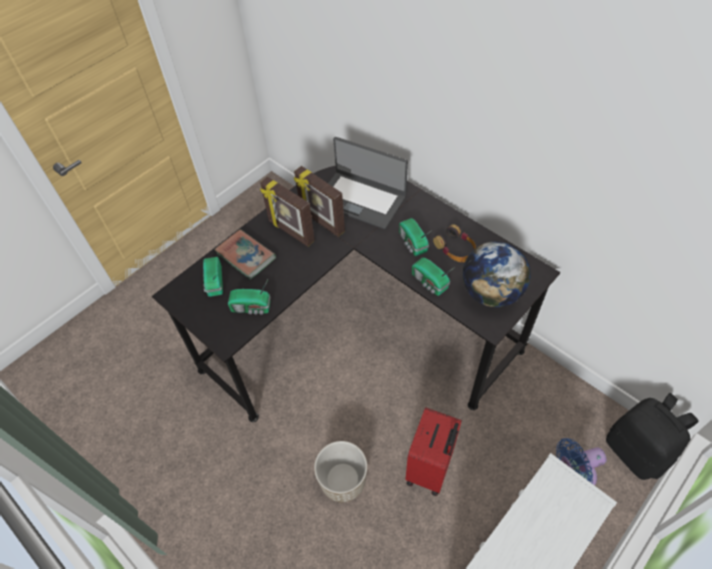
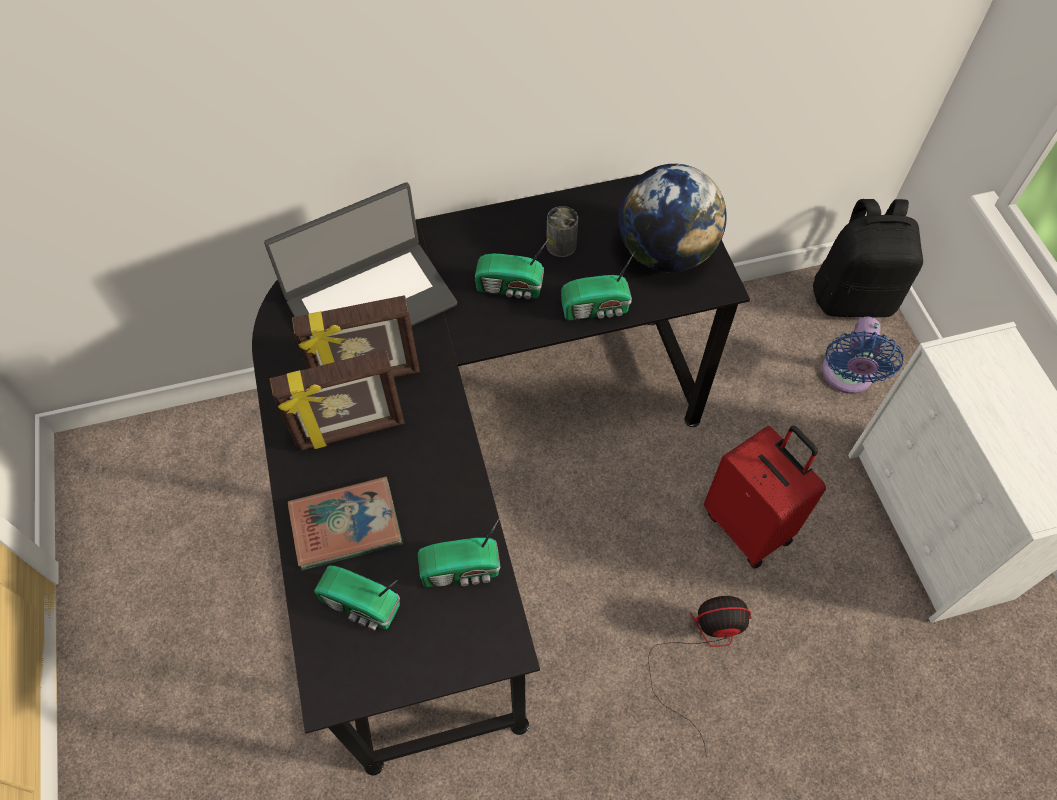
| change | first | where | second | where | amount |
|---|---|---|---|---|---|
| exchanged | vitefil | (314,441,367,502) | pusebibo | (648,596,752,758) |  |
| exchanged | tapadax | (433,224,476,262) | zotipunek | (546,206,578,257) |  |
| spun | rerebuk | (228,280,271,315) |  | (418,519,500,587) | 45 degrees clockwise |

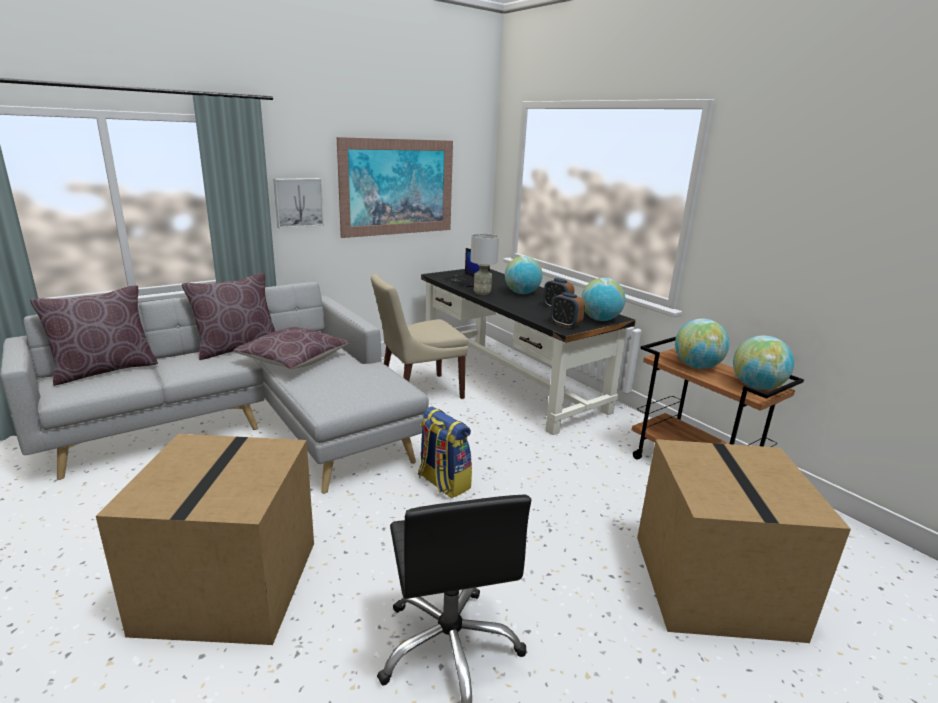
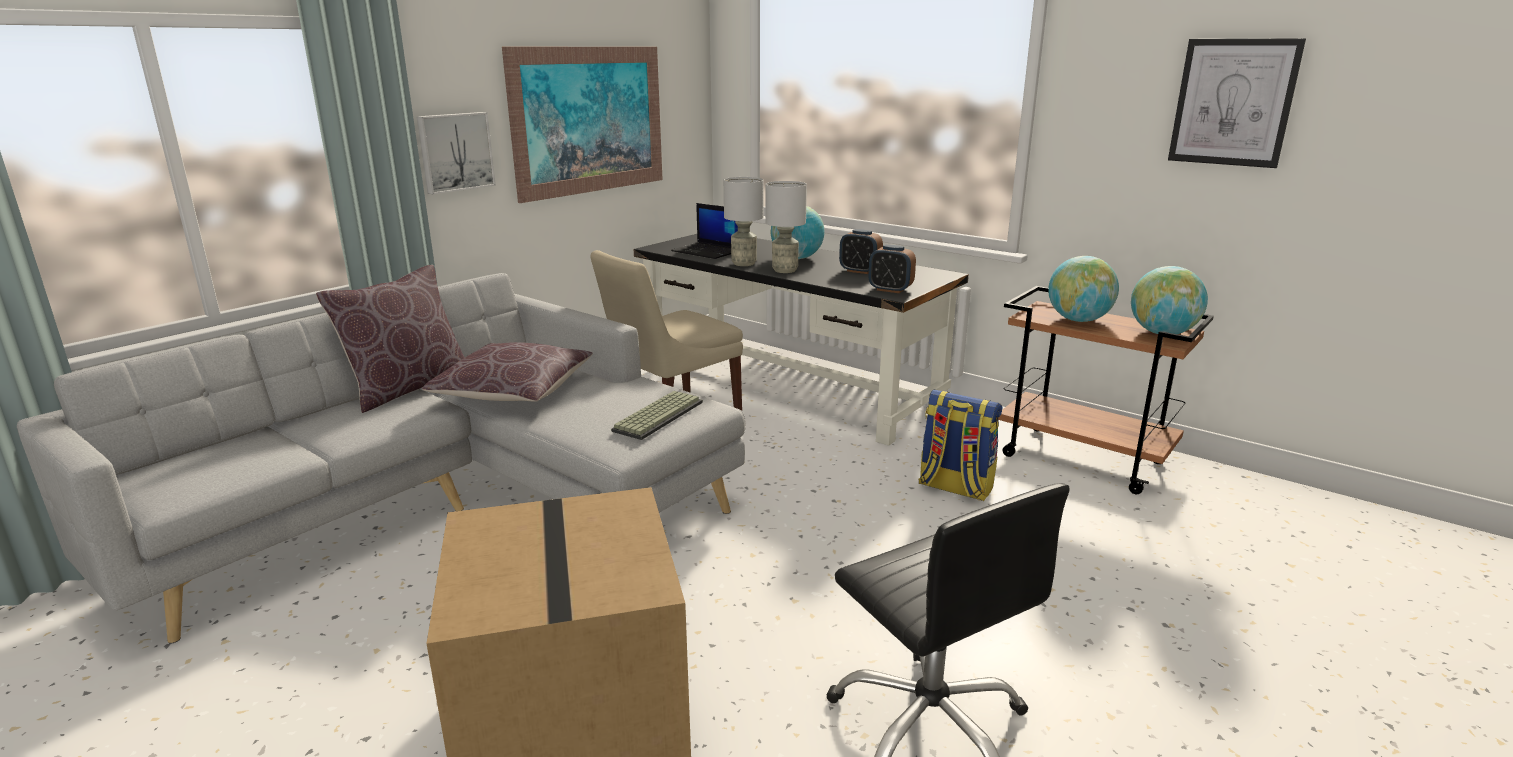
| change | first | where | second | where | amount |
|---|---|---|---|---|---|
| missing | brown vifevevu | (30,285,158,386) |  |  |  |
| missing | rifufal | (581,278,625,321) |  |  |  |
| missing | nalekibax | (637,439,851,643) |  |  |  |
| appeared |  |  | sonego | (611,391,703,440) |  |
| appeared |  |  | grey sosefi | (765,181,807,273) |  |
| appeared |  |  | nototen | (1168,38,1306,168) |  |
| relocated | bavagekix | (418,407,472,498) |  | (919,390,1002,501) |  |

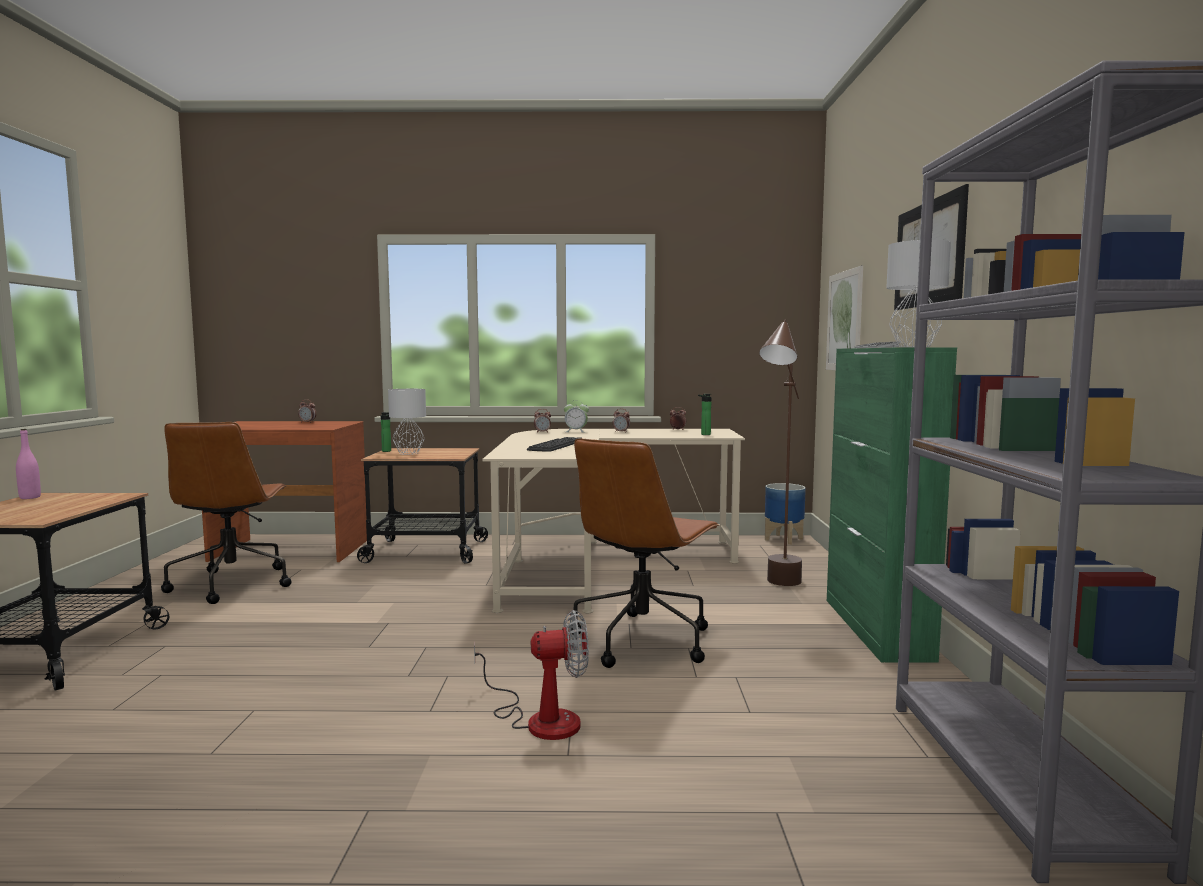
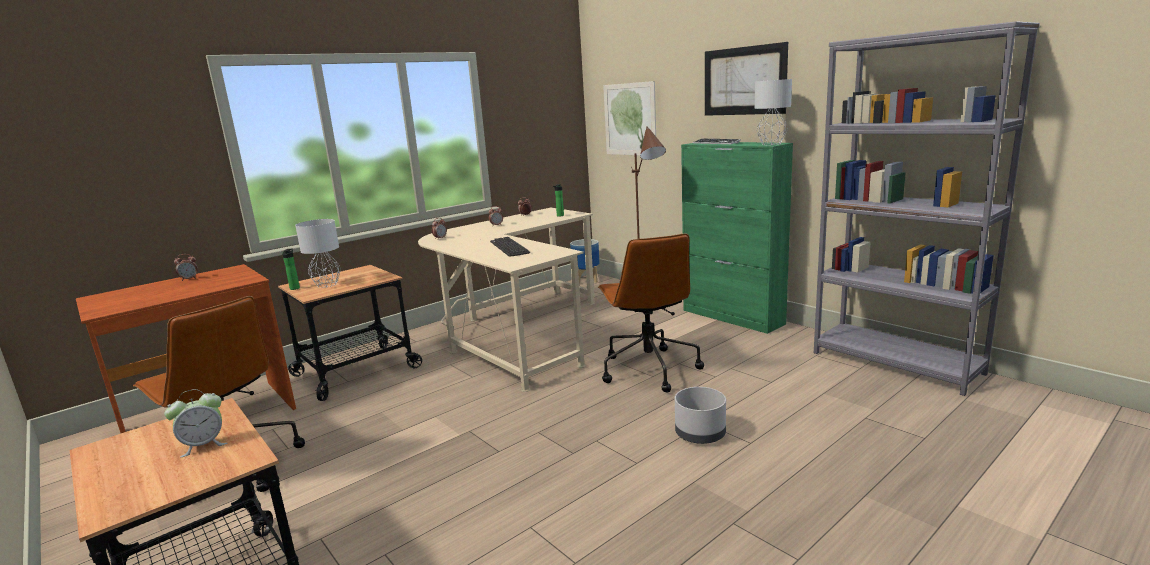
| change | first | where | second | where | amount |
|---|---|---|---|---|---|
| missing | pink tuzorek | (16,429,41,499) |  |  |  |
| relocated | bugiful | (564,400,589,432) |  | (164,389,227,457) |  |
| exchanged | pusebibo | (474,610,589,740) | grey vitefil | (675,387,726,444) |  |

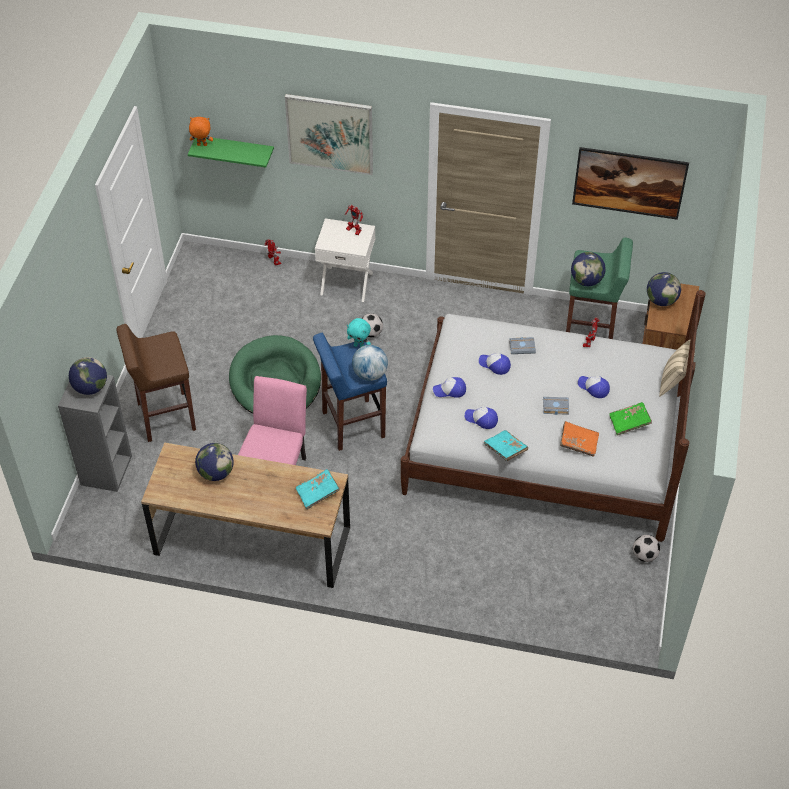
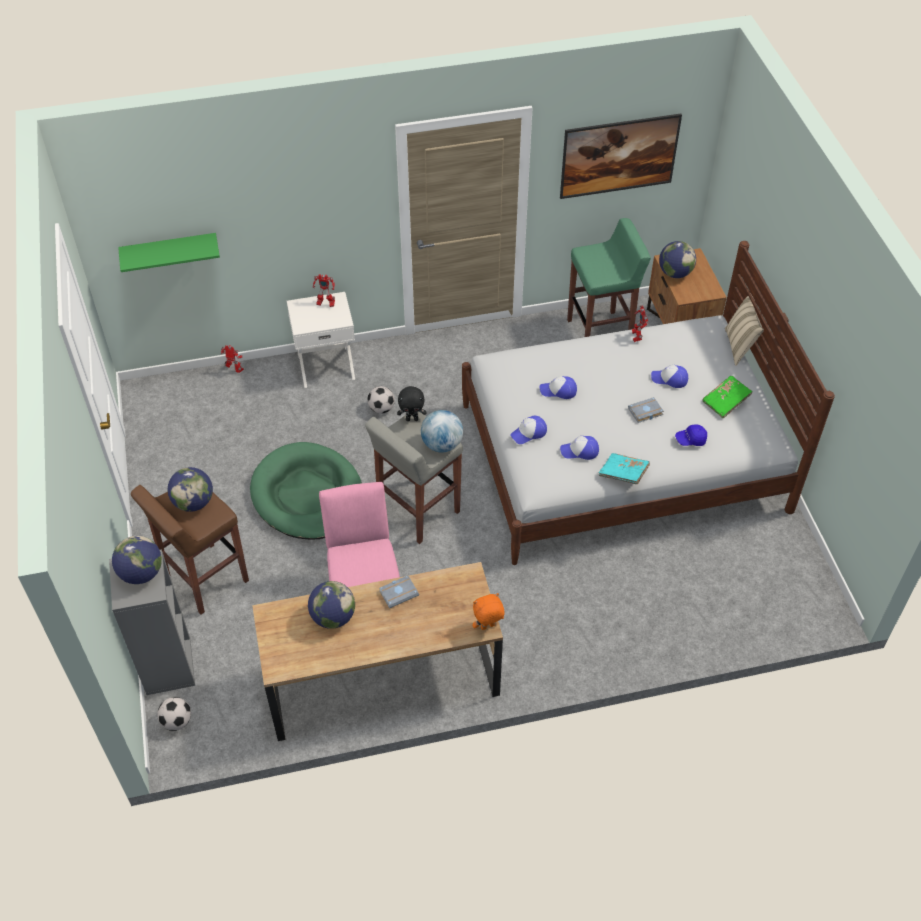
| change | first | where | second | where | amount |
|---|---|---|---|---|---|
| missing | nototen | (285,94,373,175) |  |  |  |
| missing | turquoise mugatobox | (296,469,340,509) |  |  |  |
| relocated | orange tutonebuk | (189,117,213,146) |  | (472,593,505,630) |  |
| relocated | grey mugatobox | (509,337,536,354) |  | (379,575,419,608) |  |
| relocated | rifufal | (571,252,606,286) |  | (168,467,213,512) |  |
| relocated | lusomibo | (633,535,660,562) |  | (157,697,191,731) |  |
| exchanged | orange mugatobox | (560,421,599,457) | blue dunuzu | (675,424,707,446) |  |
| colour | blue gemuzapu | (313,333,387,451) | grey gemuzapu | (365,412,463,544) |  |
| colour | turquoise tutonebuk | (347,318,371,347) | black tutonebuk | (397,386,426,421) |  |

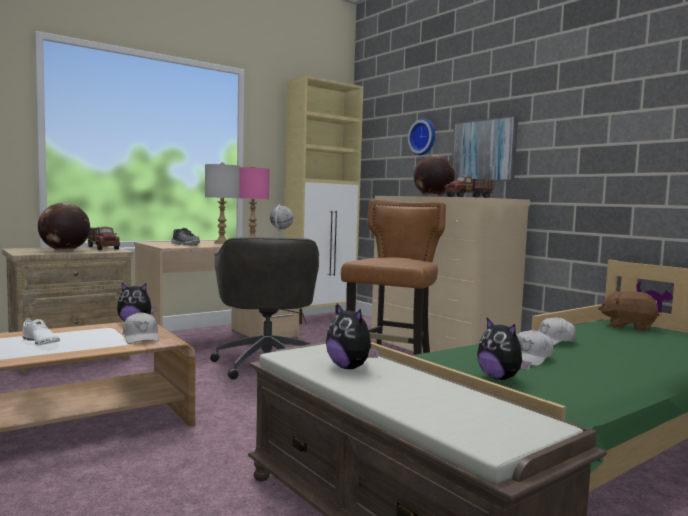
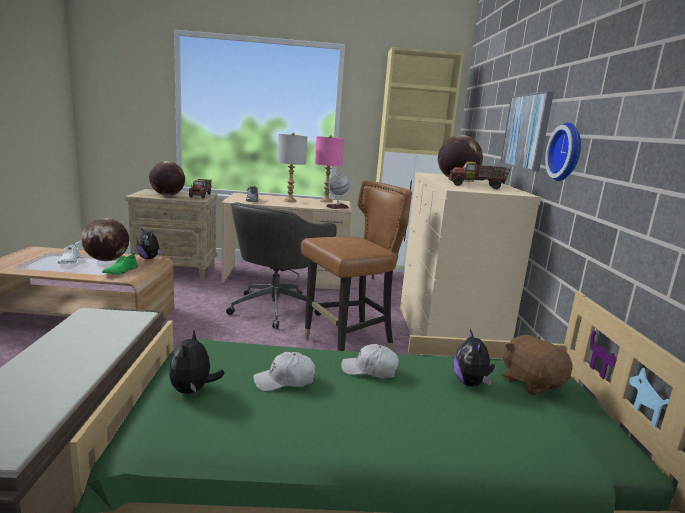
| change | first | where | second | where | amount |
|---|---|---|---|---|---|
| appeared |  |  | rifufal | (81,218,129,261) |  |
| relocated | tutonebuk | (326,304,379,369) |  | (453,329,495,386) |  |
| relocated | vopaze | (408,118,435,155) |  | (545,122,581,181) |  |
| exchanged | white dunuzu | (123,312,159,344) | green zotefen | (102,253,138,275) |  |

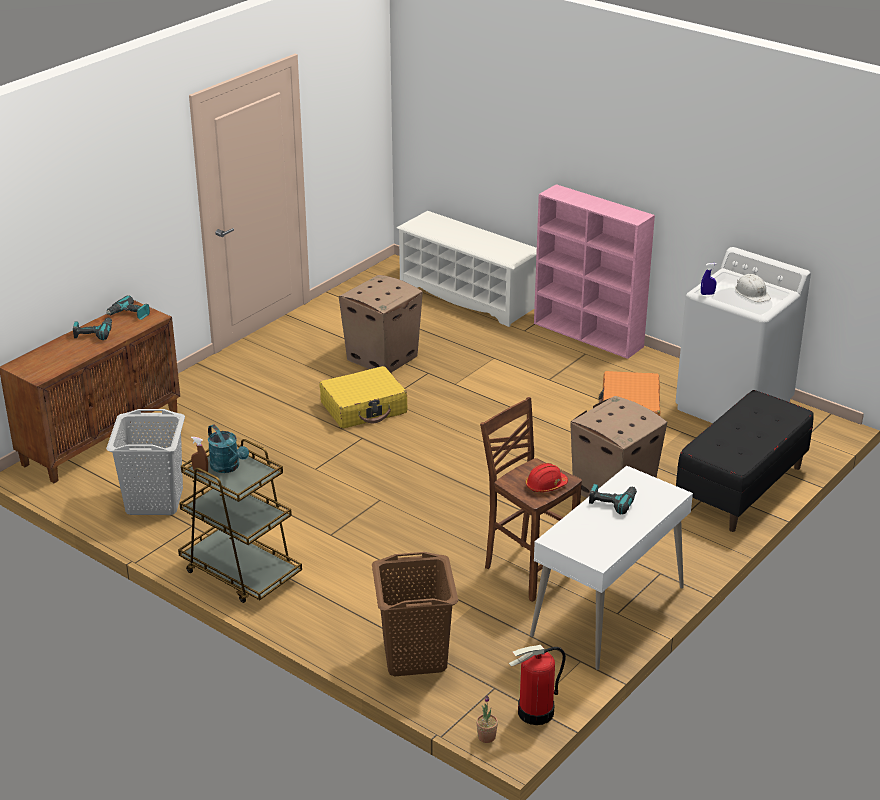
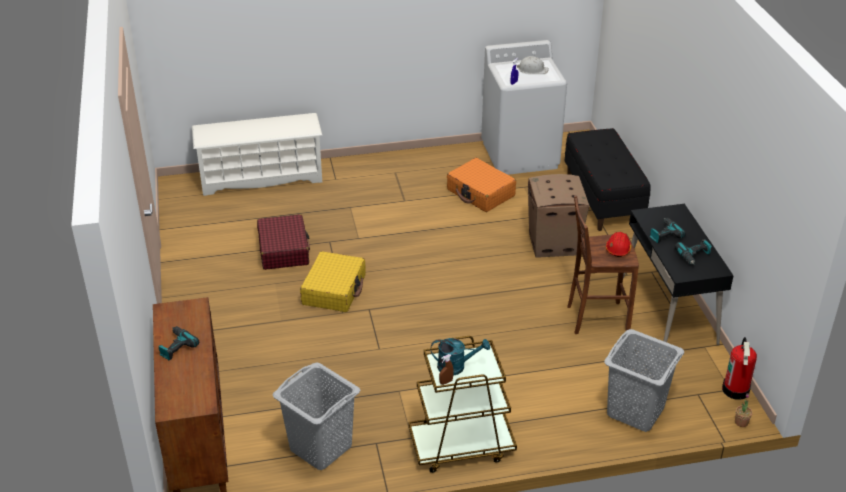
| change | first | where | second | where | amount |
|---|---|---|---|---|---|
| missing | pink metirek | (534,184,655,359) |  |  |  |
| relocated | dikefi | (106,296,150,320) |  | (675,239,712,264) |  |
| exchanged | nalekibax | (339,275,423,373) | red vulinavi | (257,214,310,270) |  |
| colour | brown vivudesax | (372,552,458,676) | grey vivudesax | (604,329,684,432) |  |
| colour | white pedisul | (530,466,693,670) | black pedisul | (623,204,734,345) |  |

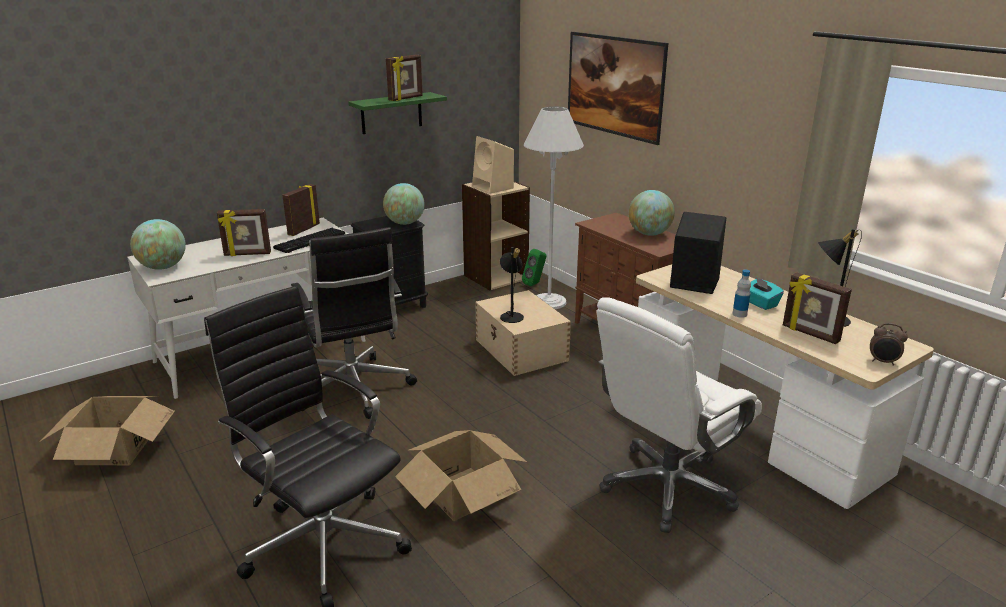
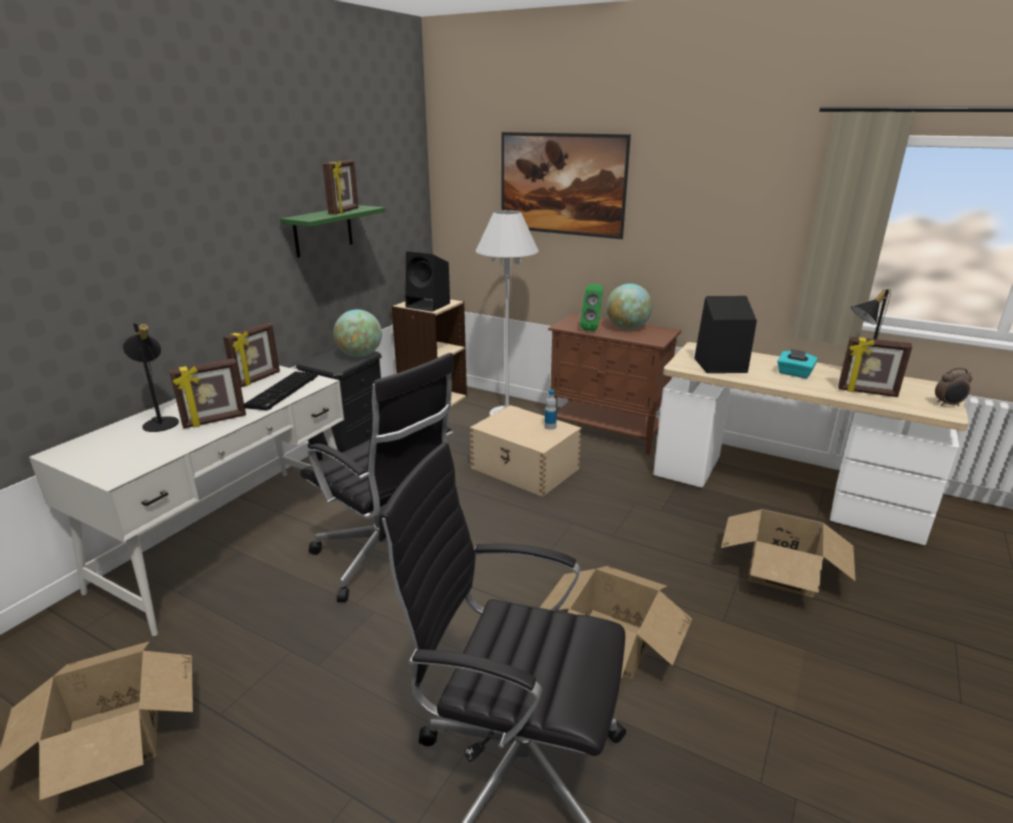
| change | first | where | second | where | amount |
|---|---|---|---|---|---|
| missing | rifufal | (130,219,186,270) |  |  |  |
| relocated | black sosefi | (500,247,524,323) |  | (123,323,179,432) |  |
| relocated | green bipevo | (522,249,546,286) |  | (580,284,603,331) |  |
| relocated | tuzorek | (732,270,751,318) |  | (544,389,557,430) |  |
| exchanged | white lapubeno | (597,297,762,533) | nalekibax | (721,509,856,598) |  |
| colour | beige bipevo | (472,136,514,194) | black bipevo | (405,251,450,312) |  |
| spun | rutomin | (282,184,320,236) |  | (223,323,280,387) | 150 degrees counterclockwise |

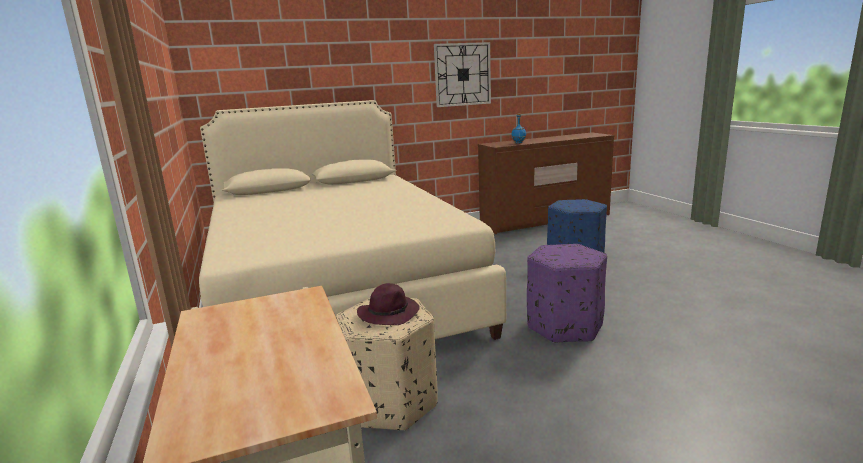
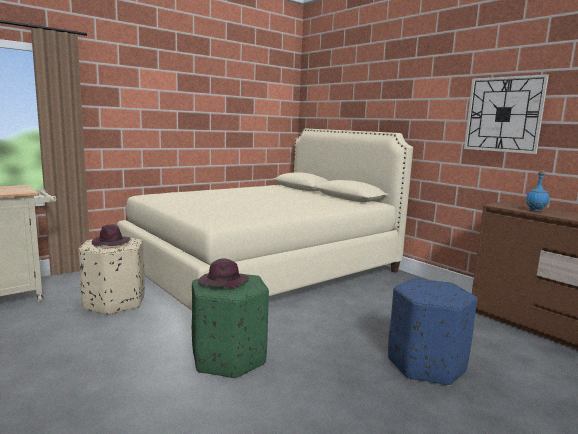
| change | first | where | second | where | amount |
|---|---|---|---|---|---|
| appeared |  |  | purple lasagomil | (198,258,249,289) |  |
| colour | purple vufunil | (527,244,607,343) | green vufunil | (192,274,269,379) |  |

